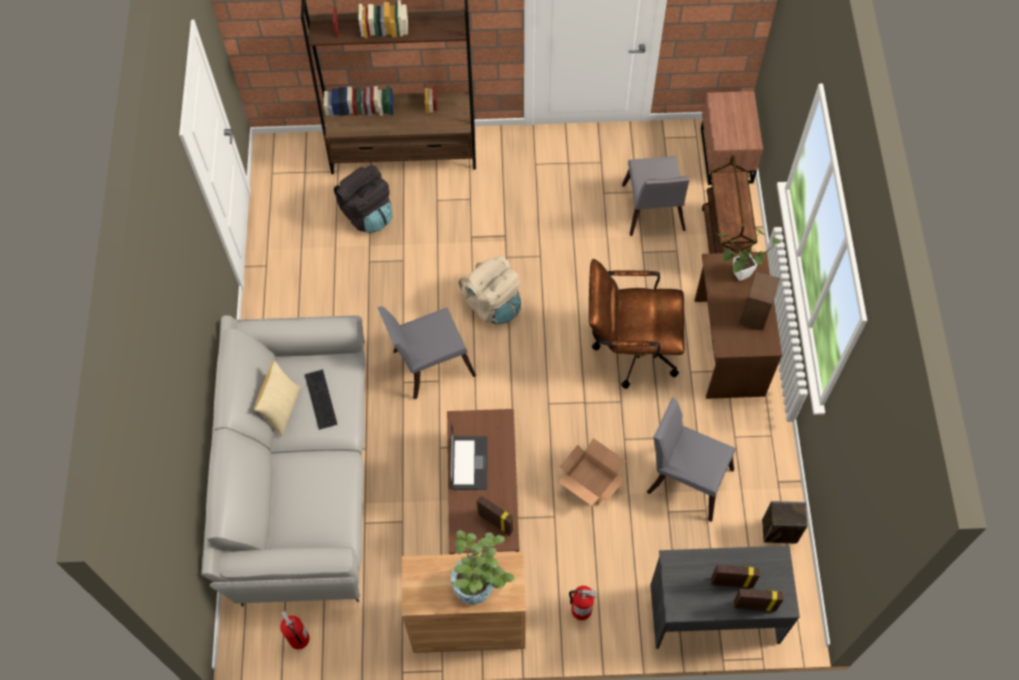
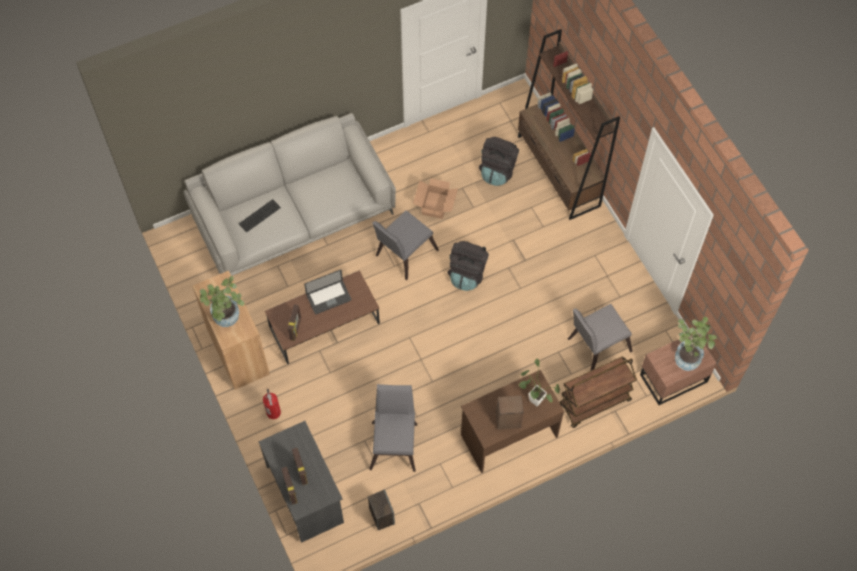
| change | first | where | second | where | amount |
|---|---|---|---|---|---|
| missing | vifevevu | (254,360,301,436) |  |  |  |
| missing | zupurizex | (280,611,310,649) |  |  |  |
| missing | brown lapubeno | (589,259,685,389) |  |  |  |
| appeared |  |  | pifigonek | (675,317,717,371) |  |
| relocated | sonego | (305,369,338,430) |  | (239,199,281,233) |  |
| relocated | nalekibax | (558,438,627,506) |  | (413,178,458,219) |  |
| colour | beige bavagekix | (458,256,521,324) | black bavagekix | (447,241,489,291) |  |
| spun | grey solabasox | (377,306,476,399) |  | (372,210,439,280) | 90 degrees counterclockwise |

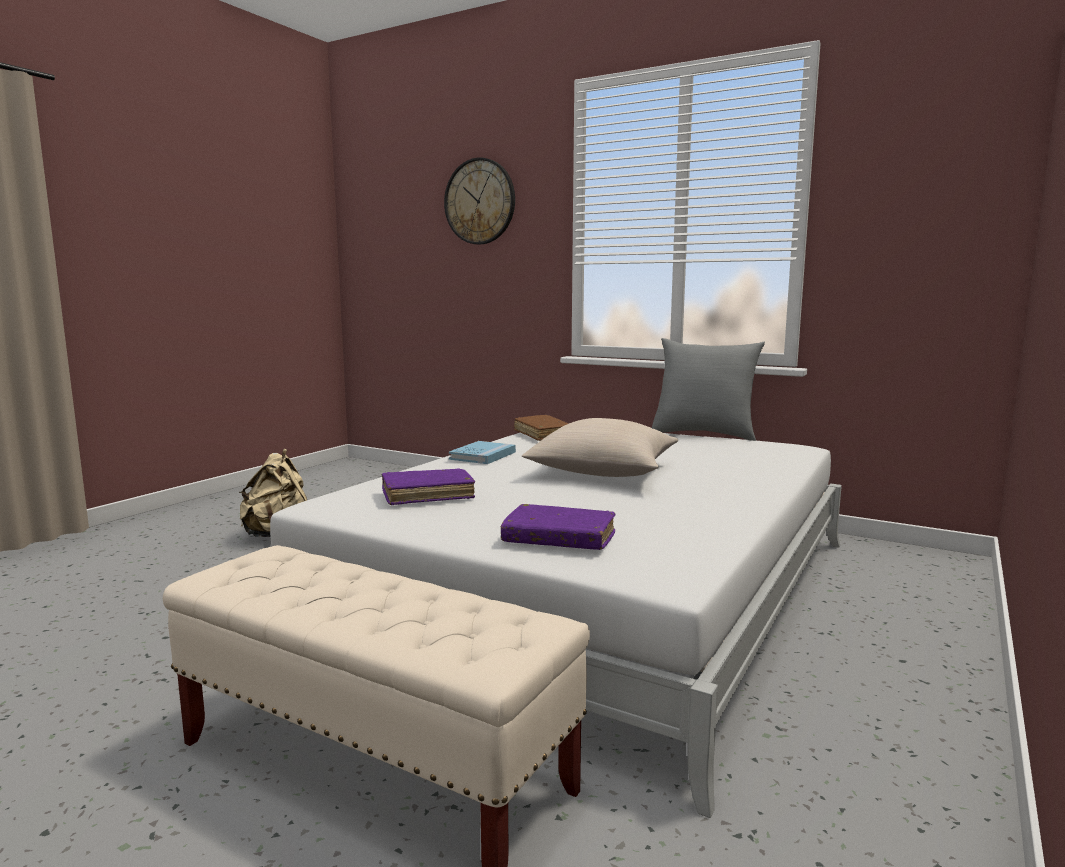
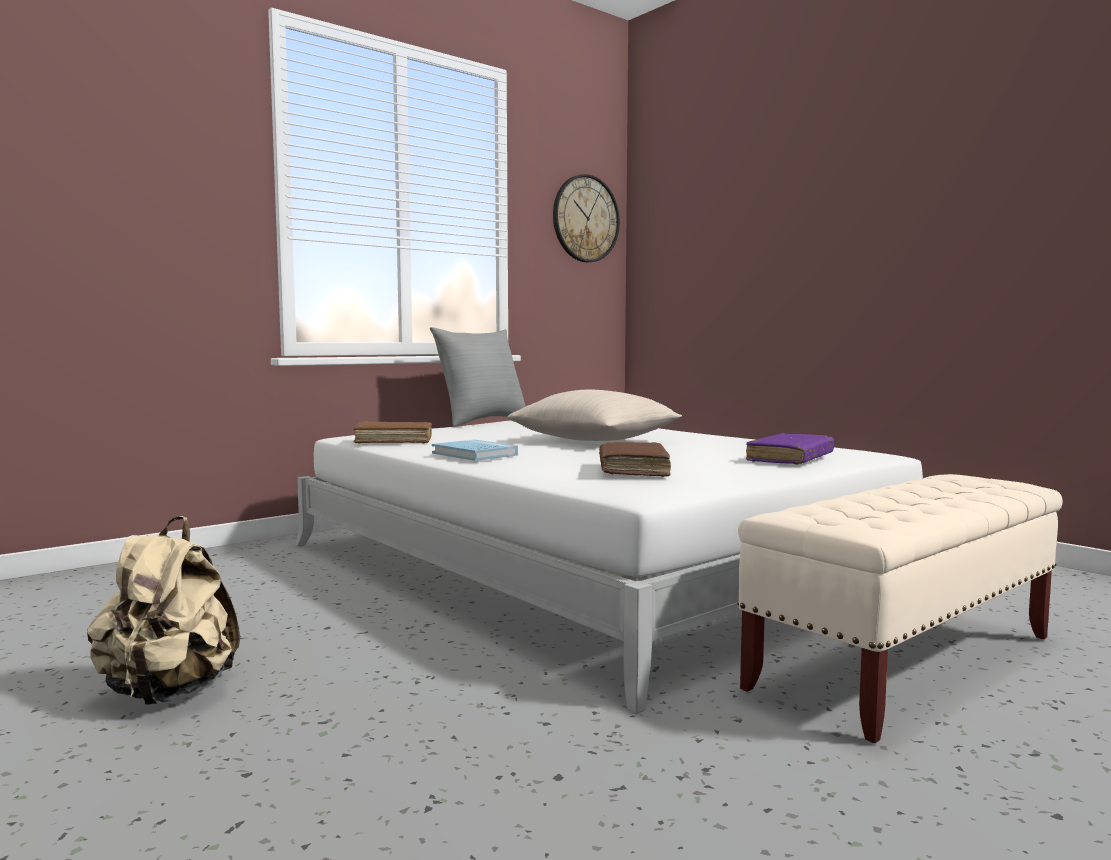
| change | first | where | second | where | amount |
|---|---|---|---|---|---|
| relocated | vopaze | (444,157,515,244) |  | (553,174,620,262) |  |
| colour | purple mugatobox | (382,468,475,505) | brown mugatobox | (599,442,671,477) |  |

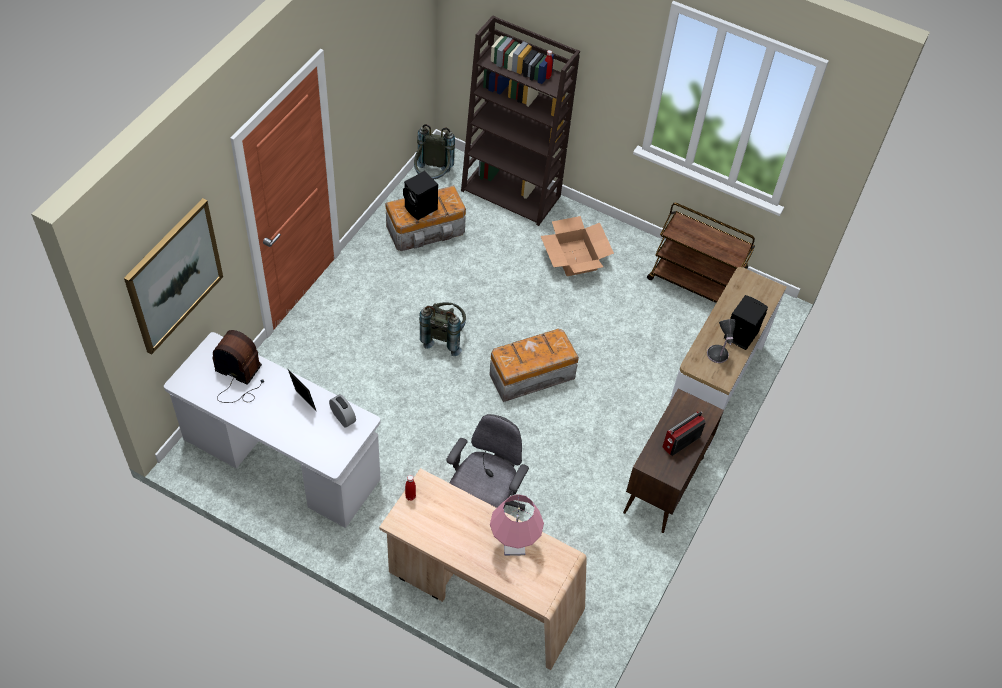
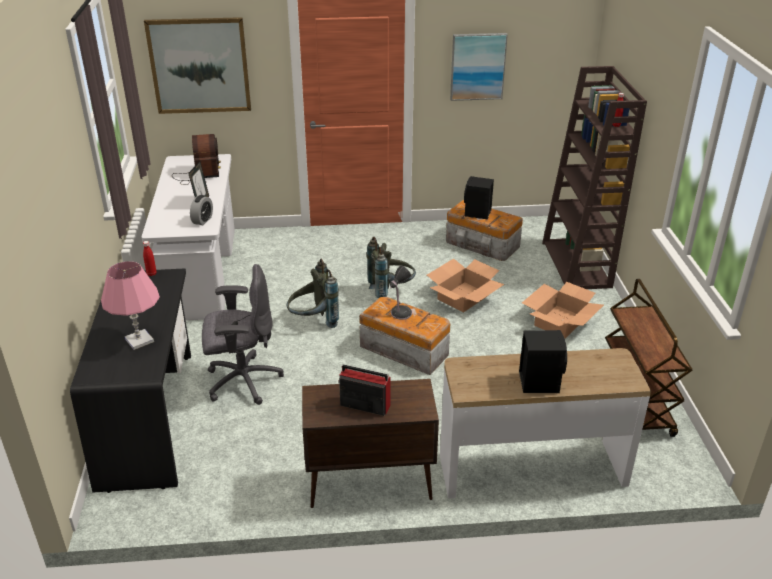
| change | first | where | second | where | amount |
|---|---|---|---|---|---|
| appeared |  |  | nalekibax | (427,259,504,313) |  |
| appeared |  |  | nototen | (450,33,508,101) |  |
| relocated | grey bavagekix | (414,124,455,180) |  | (287,259,339,328) |  |
| relocated | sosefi | (707,319,735,363) |  | (390,265,412,320) |  |
| colour | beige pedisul | (379,468,587,670) | black pedisul | (70,269,191,493) |  |

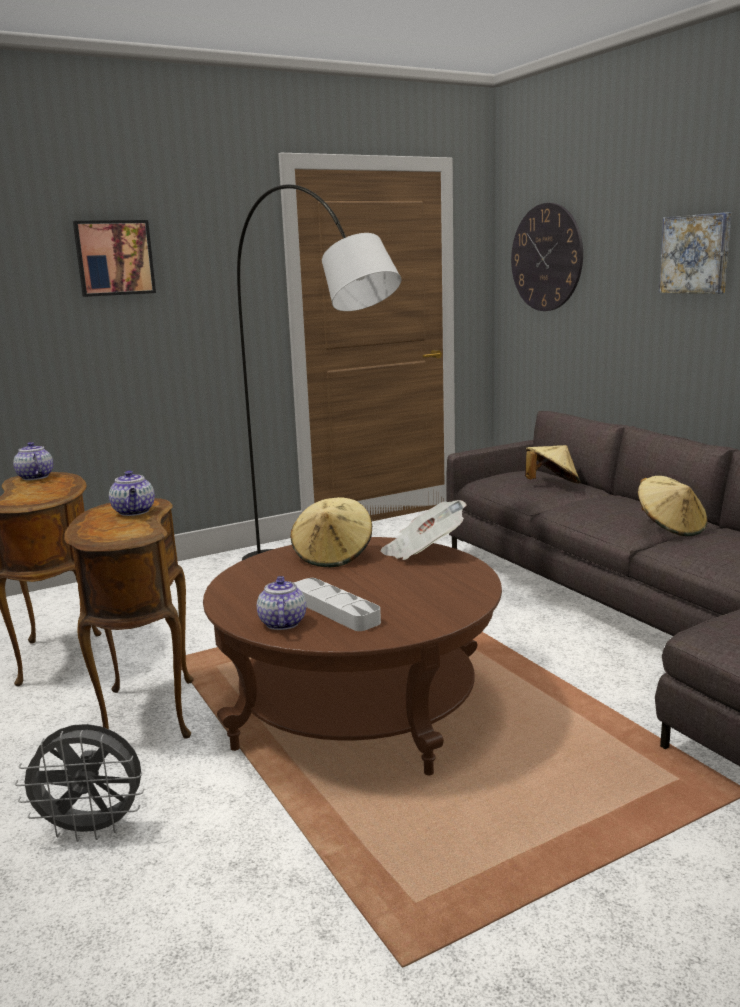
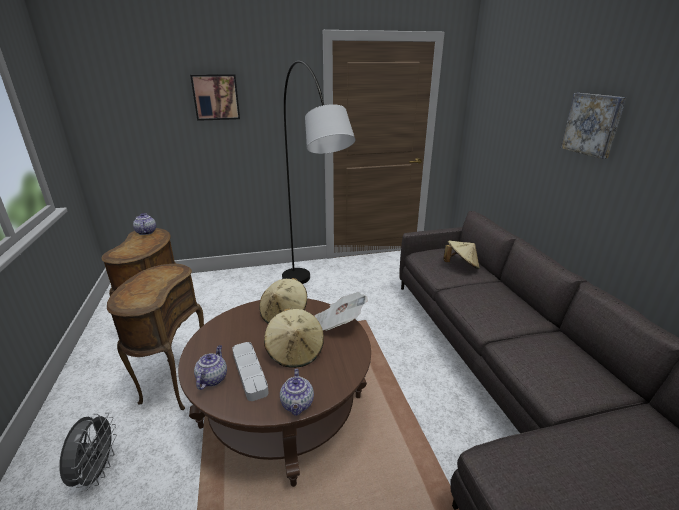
| change | first | where | second | where | amount |
|---|---|---|---|---|---|
| missing | vopaze | (511,203,583,311) |  |  |  |
| relocated | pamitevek | (109,470,155,516) |  | (280,369,314,416) |  |
| relocated | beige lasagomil | (638,476,707,536) |  | (264,308,324,368) |  |
| spun | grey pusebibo | (15,724,144,841) |  | (59,412,117,491) | 105 degrees counterclockwise |

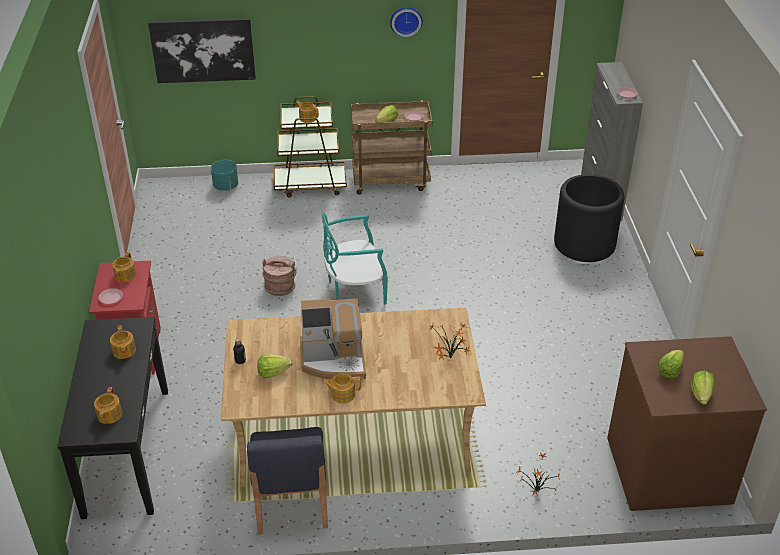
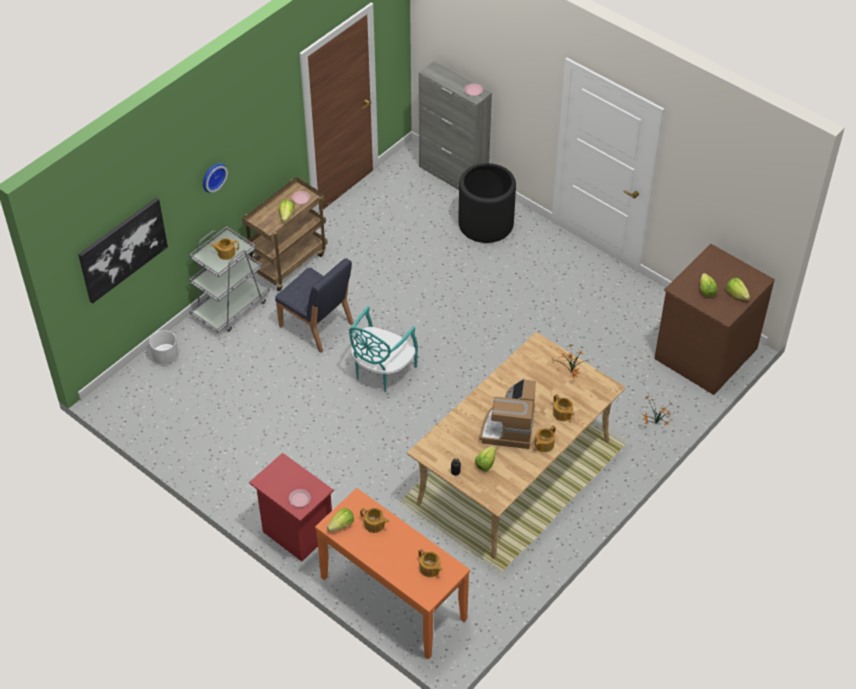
| change | first | where | second | where | amount |
|---|---|---|---|---|---|
| missing | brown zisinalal | (262,256,297,296) |  |  |  |
| appeared |  |  | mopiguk | (327,508,354,532) |  |
| relocated | pamitevek | (112,252,136,282) |  | (553,394,574,421) |  |
| relocated | blue solabasox | (247,427,328,535) |  | (275,258,354,353) |  |
| relocated | vopaze | (390,7,423,37) |  | (203,163,228,193) |  |
| colour | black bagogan | (58,317,168,519) | orange bagogan | (315,488,470,660) |  |
| colour | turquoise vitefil | (211,160,238,191) | white vitefil | (149,330,179,364) |  |
| colour | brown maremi | (274,96,347,197) | grey maremi | (189,226,270,333) |  |
| spun | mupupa | (300,298,366,379) |  | (479,379,536,449) | 150 degrees clockwise |

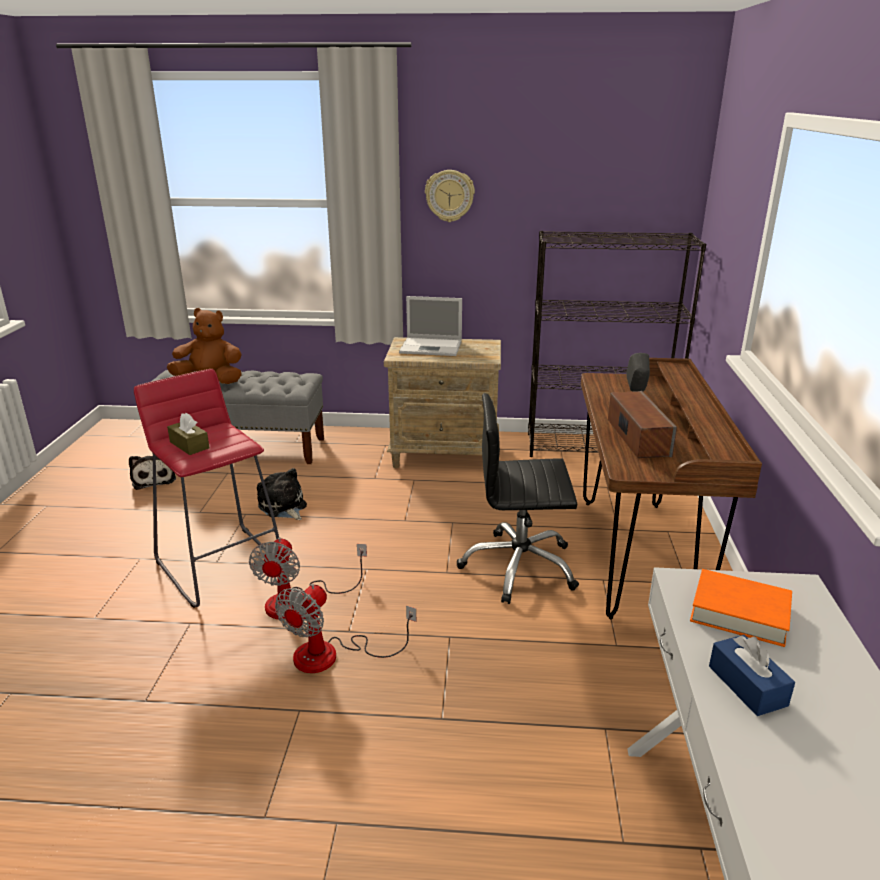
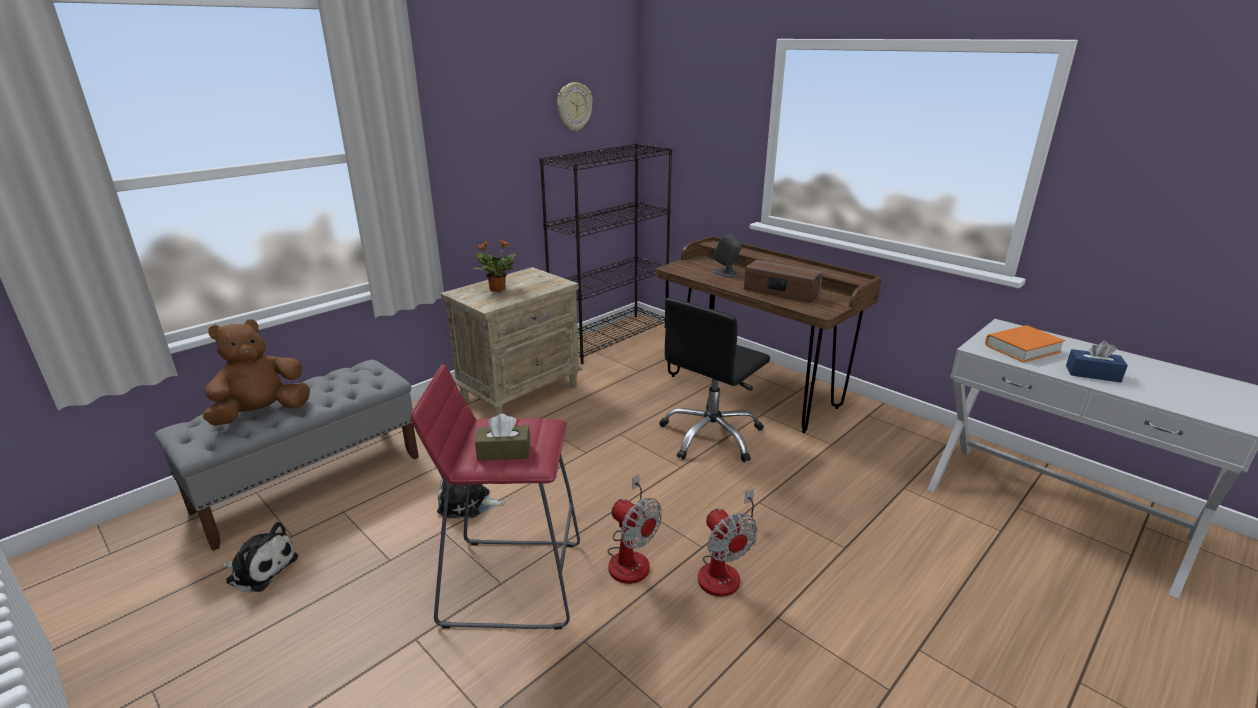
| change | first | where | second | where | amount |
|---|---|---|---|---|---|
| relocated | vopaze | (425,170,475,222) |  | (557,82,593,131) |  |
| exchanged | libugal | (399,296,462,356) | pifigonek | (473,239,516,292) |  |

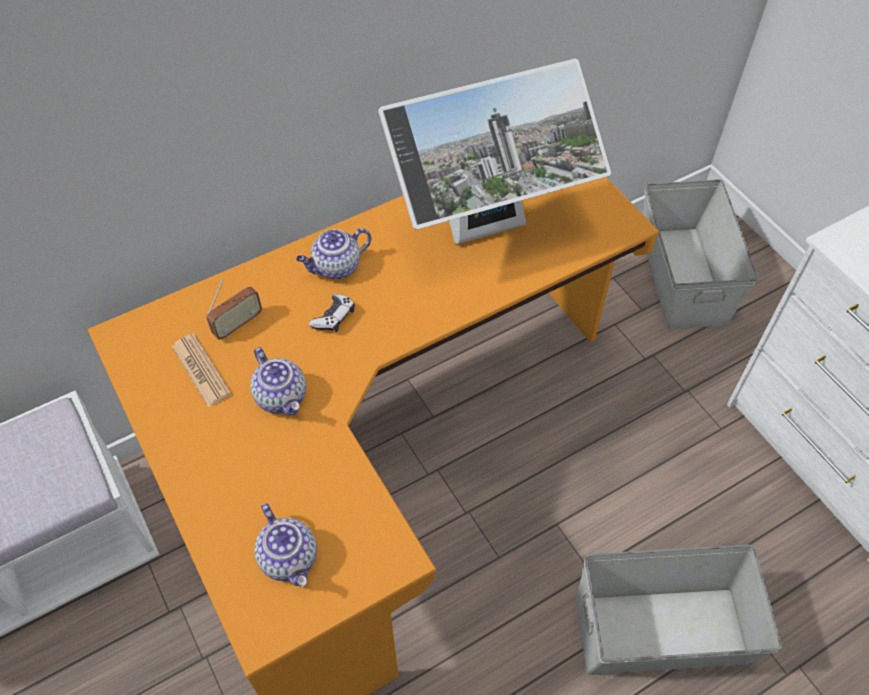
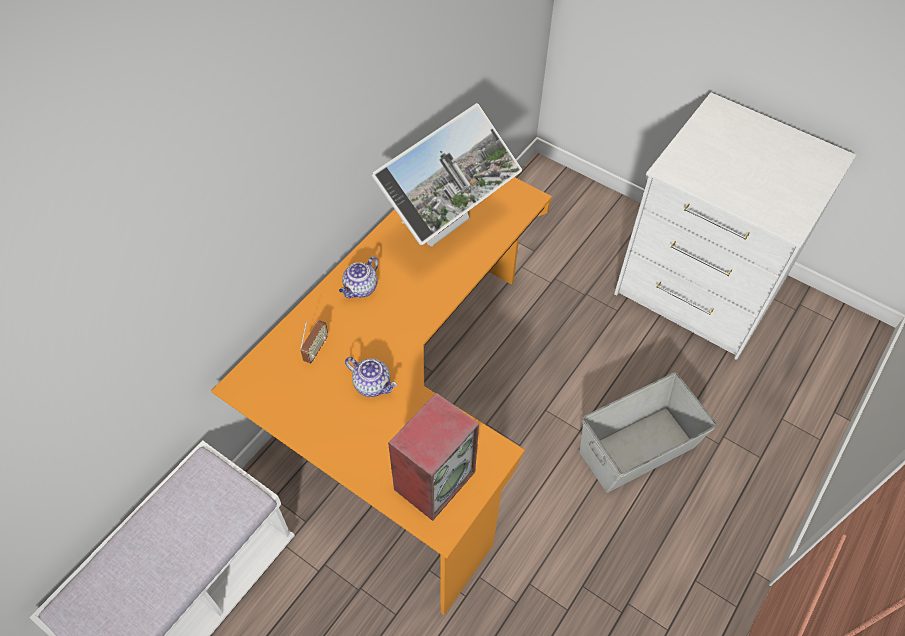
| change | first | where | second | where | amount |
|---|---|---|---|---|---|
| missing | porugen | (172,333,232,407) |  |  |  |
| missing | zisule | (309,294,355,332) |  |  |  |
| missing | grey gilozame | (643,179,758,329) |  |  |  |
| exchanged | pamitevek | (254,503,317,587) | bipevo | (388,393,479,521) |  |

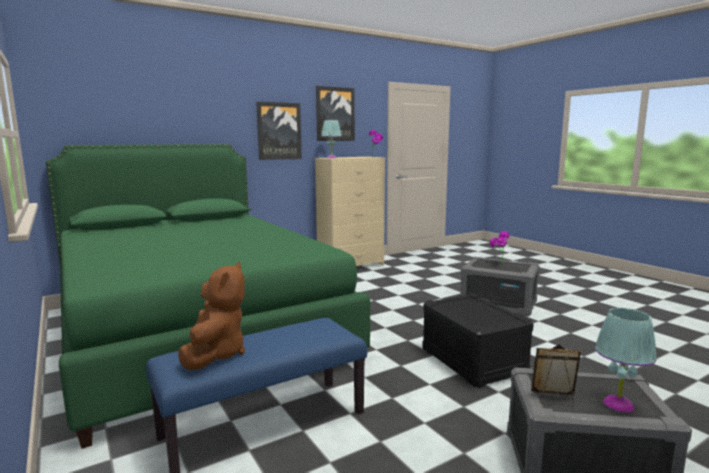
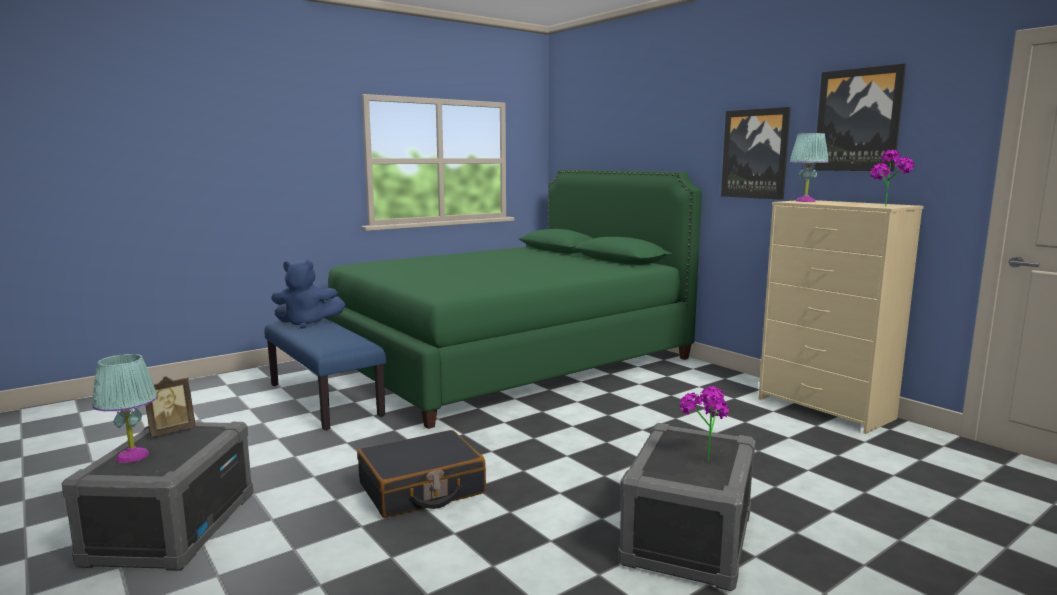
| change | first | where | second | where | amount |
|---|---|---|---|---|---|
| exchanged | black gilozame | (422,293,534,388) | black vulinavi | (357,430,486,518) |  |
| colour | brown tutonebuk | (178,262,245,370) | blue tutonebuk | (271,260,346,329) |  |
| spun | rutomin | (531,344,581,406) |  | (146,376,195,437) | 45 degrees clockwise |

